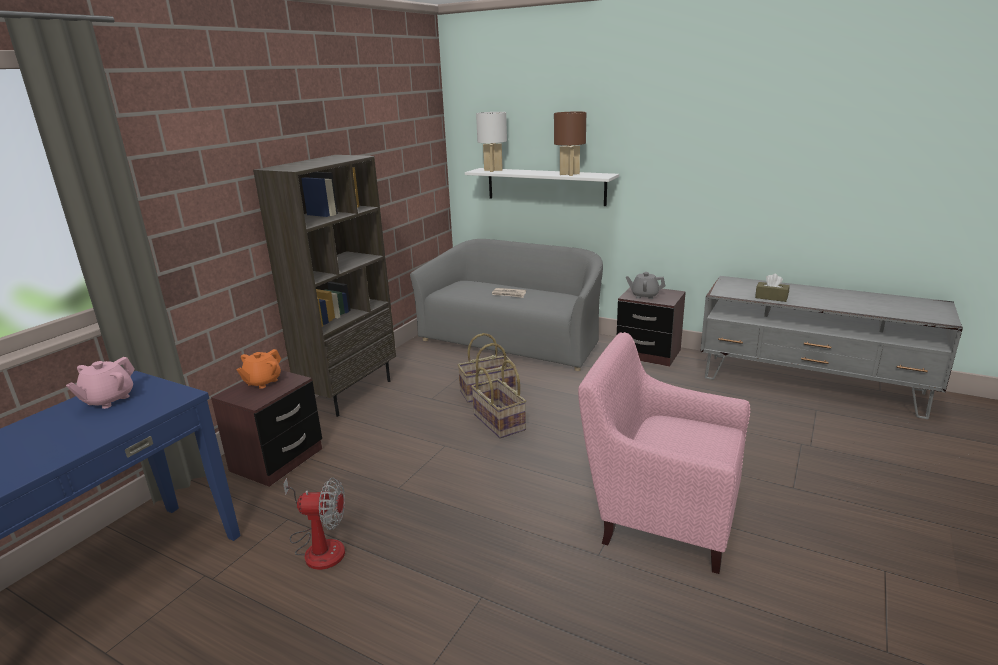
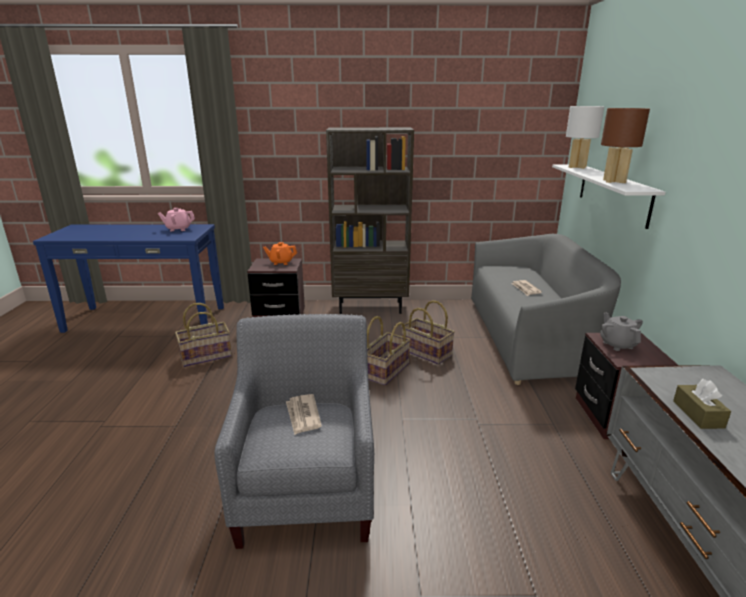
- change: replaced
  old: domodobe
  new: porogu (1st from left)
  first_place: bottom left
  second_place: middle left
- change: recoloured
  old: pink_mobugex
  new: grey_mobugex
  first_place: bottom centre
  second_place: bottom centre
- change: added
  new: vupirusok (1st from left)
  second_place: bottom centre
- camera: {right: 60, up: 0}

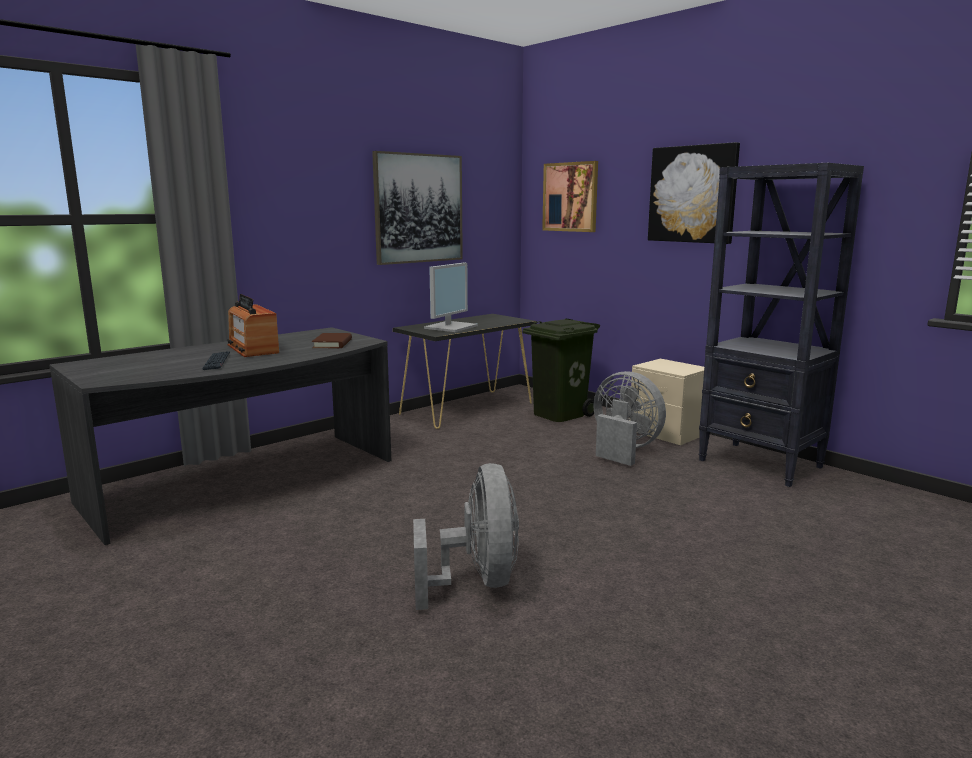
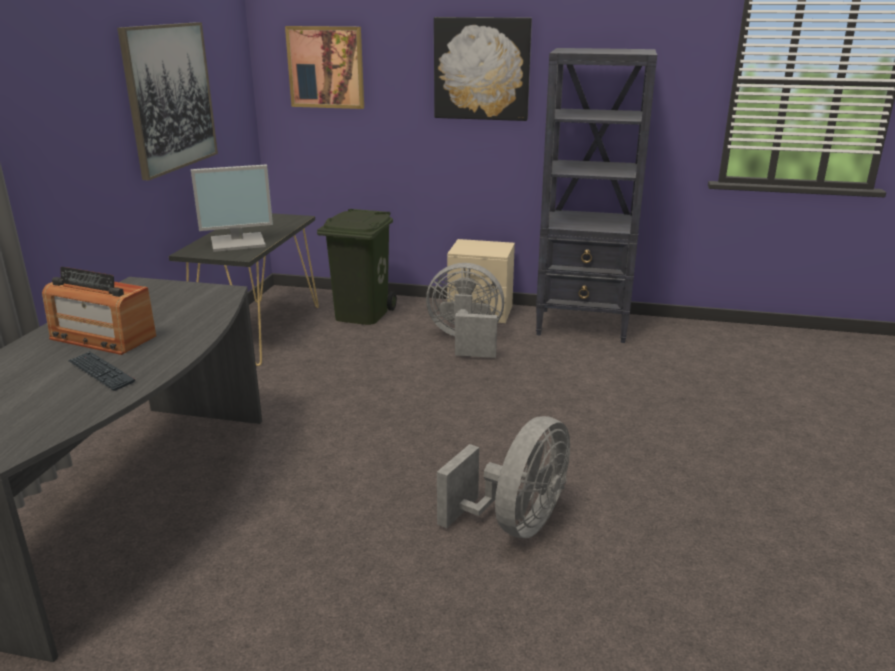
- change: removed
  old: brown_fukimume
  first_place: centre
- change: turned
  old: grey_domodobe (1st from left in the first image)
  first_place: bottom centre
  second_place: bottom centre
  degrees: 75
- change: turned
  old: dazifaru
  first_place: centre
  second_place: top left
  degrees: 75
- camera: {right: -35, up: 10}

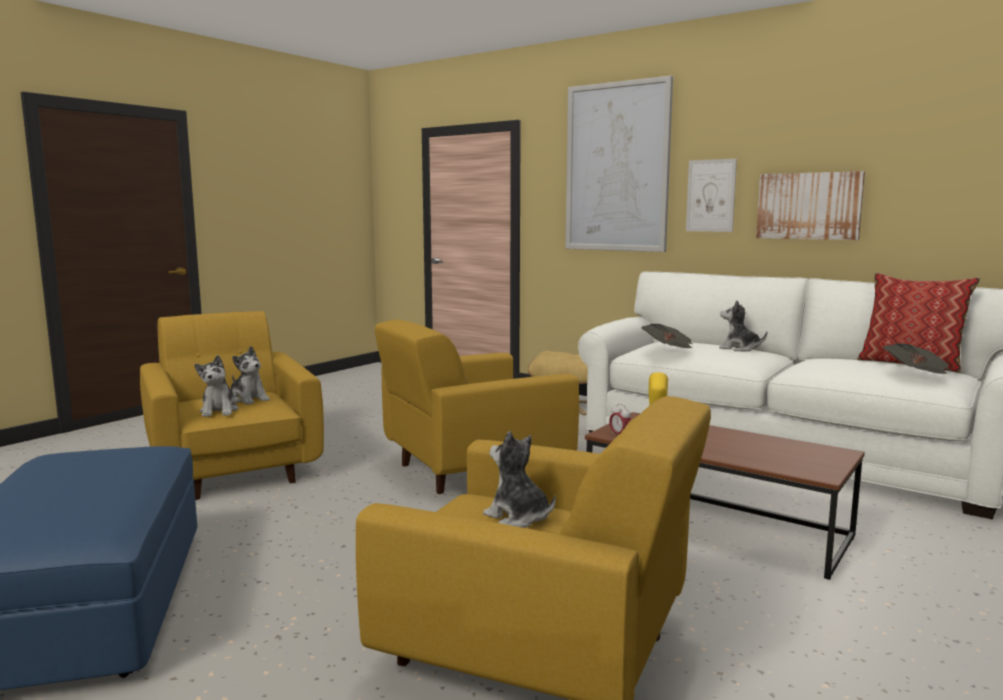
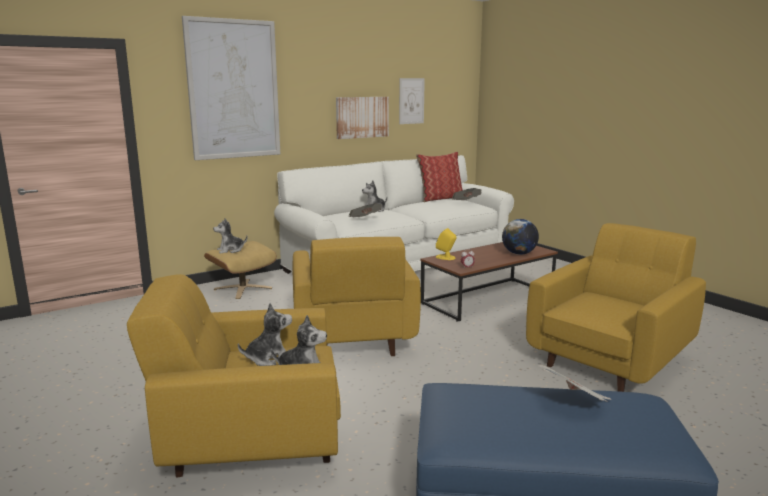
- change: moved
  old: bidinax (3rd from left in the first image)
  new: bidinax (1st from left)
  first_place: bottom centre
  second_place: middle left
- change: moved
  old: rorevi (2nd from left in the first image)
  new: rorevi (3rd from left)
  first_place: top right
  second_place: top centre
- change: added
  new: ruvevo
  second_place: middle right
- change: added
  new: vupirusok (3rd from left)
  second_place: bottom right
- camera: {right: -70, up: 5}

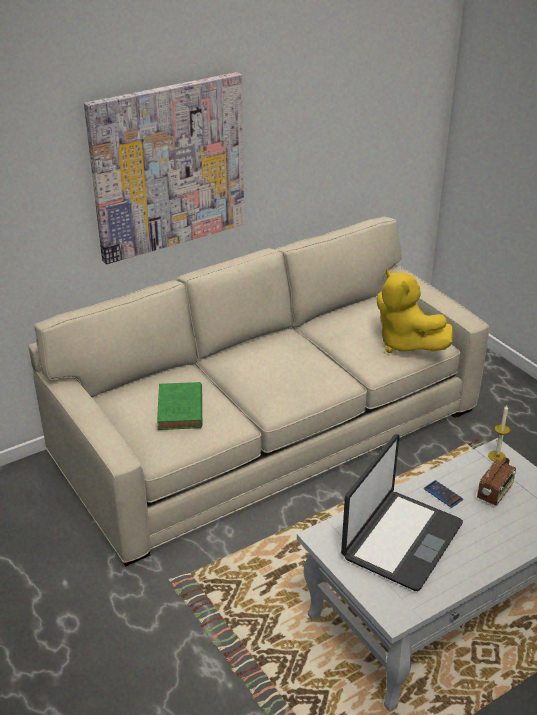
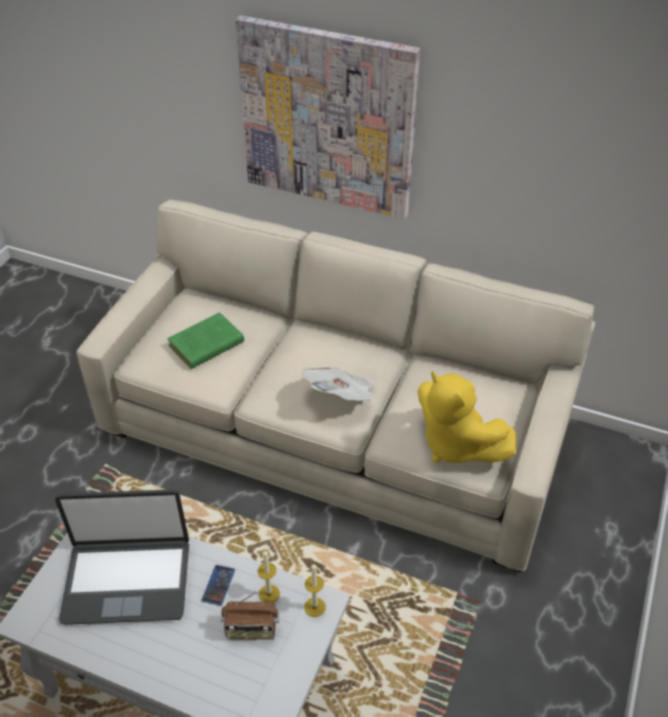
- change: turned
  old: yellow_bidinax
  first_place: middle right
  second_place: middle right
  degrees: -60
- change: added
  new: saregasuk (1st from left)
  second_place: bottom centre
- change: added
  new: vupirusok
  second_place: centre
- camera: {right: 55, up: 10}

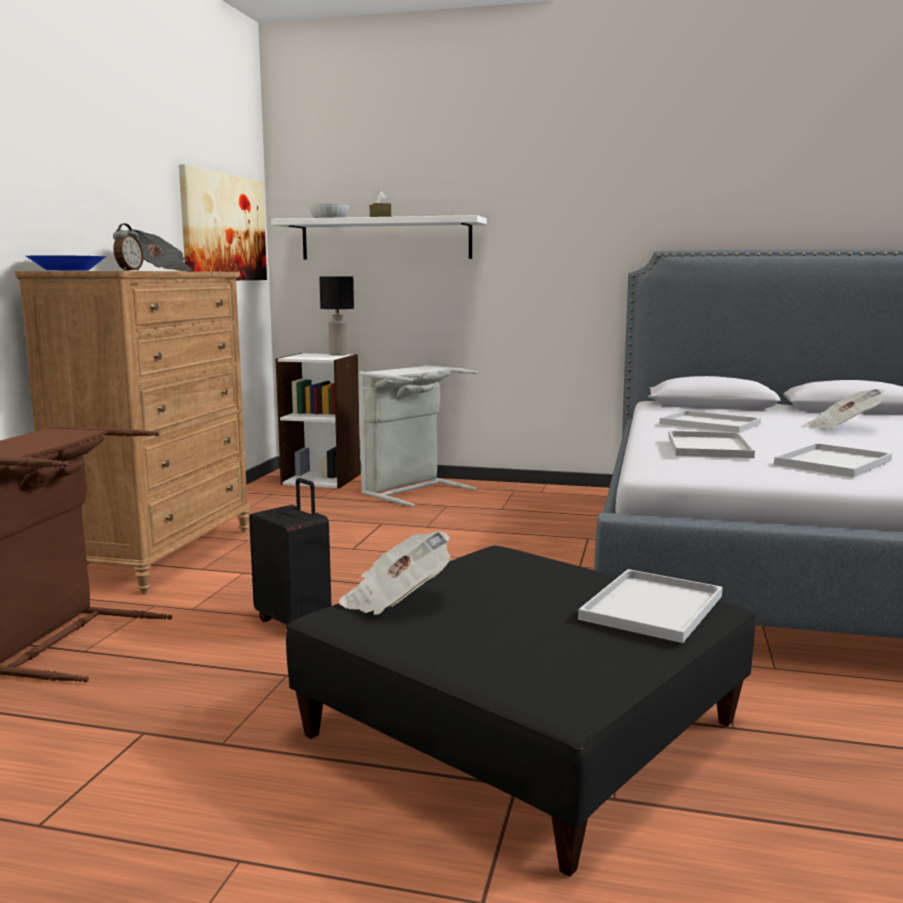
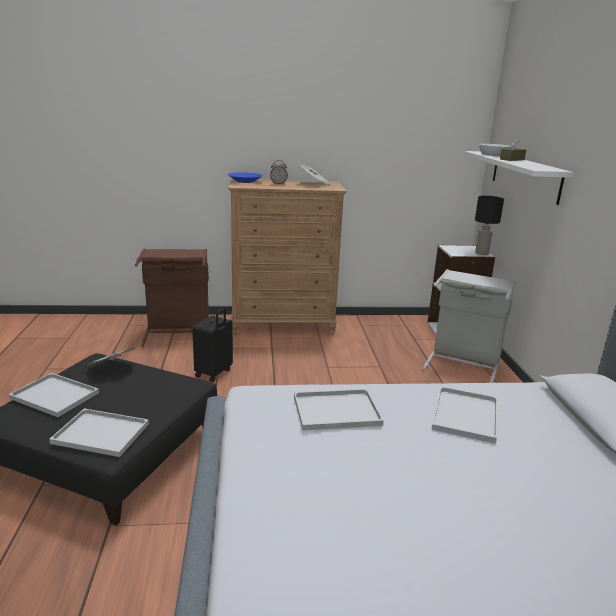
- change: removed
  old: rorevi
  first_place: top left
- change: moved
  old: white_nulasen (4th from left in the first image)
  new: white_nulasen (1st from left)
  first_place: middle right
  second_place: middle left
- change: removed
  old: vupirusok (3rd from left)
  first_place: middle right
- camera: {right: 70, up: 10}

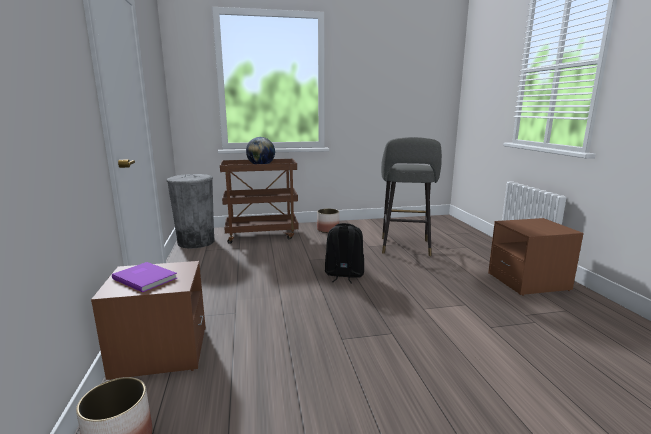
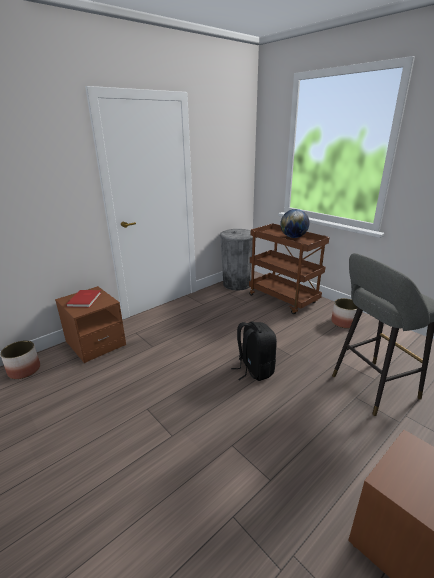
- change: recoloured
  old: purple_fukimume
  new: red_fukimume
  first_place: middle left
  second_place: middle left
- camera: {right: 60, up: 10}

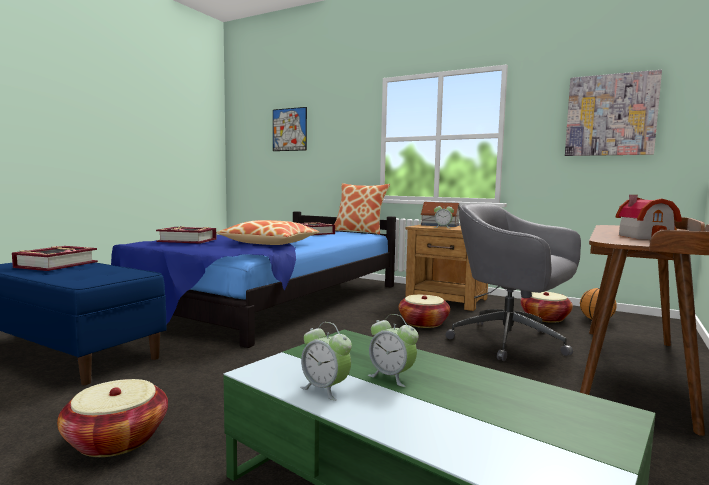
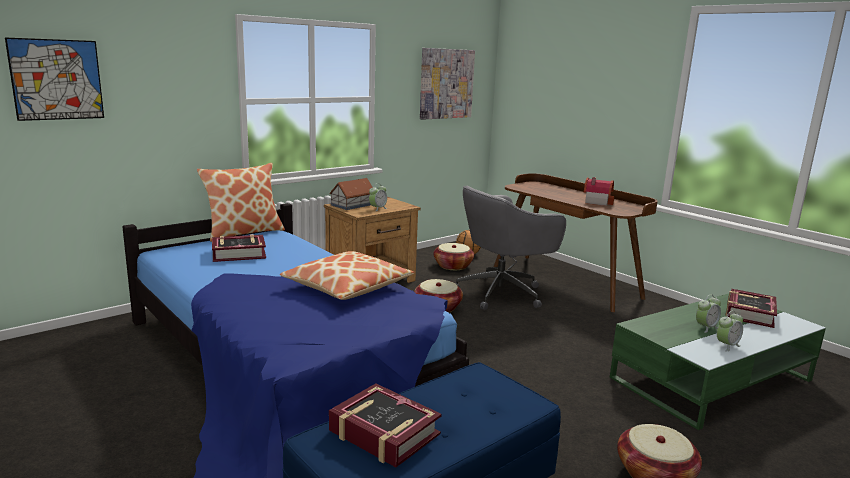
- change: moved
  old: fukimume (2nd from left in the first image)
  new: fukimume (3rd from left)
  first_place: middle left
  second_place: middle right
- camera: {right: -70, up: 10}

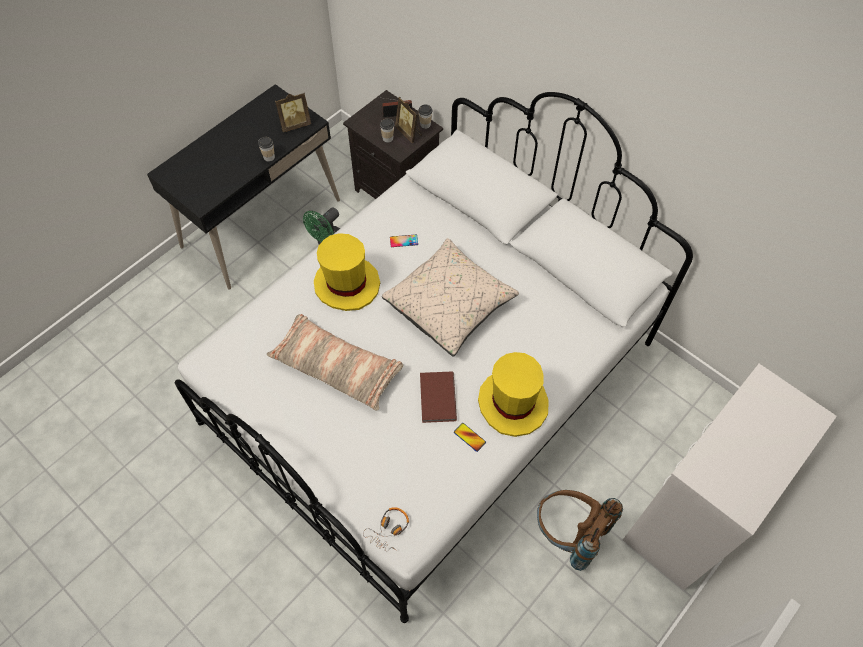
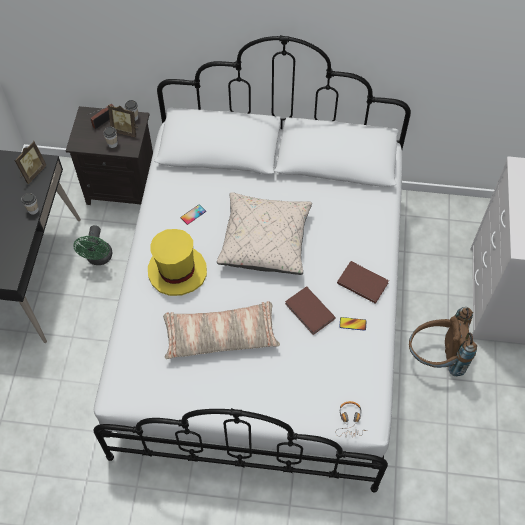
- change: replaced
  old: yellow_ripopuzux (2nd from left)
  new: brown_fukimume (2nd from left)
  first_place: centre
  second_place: middle right
- camera: {right: -35, up: 0}

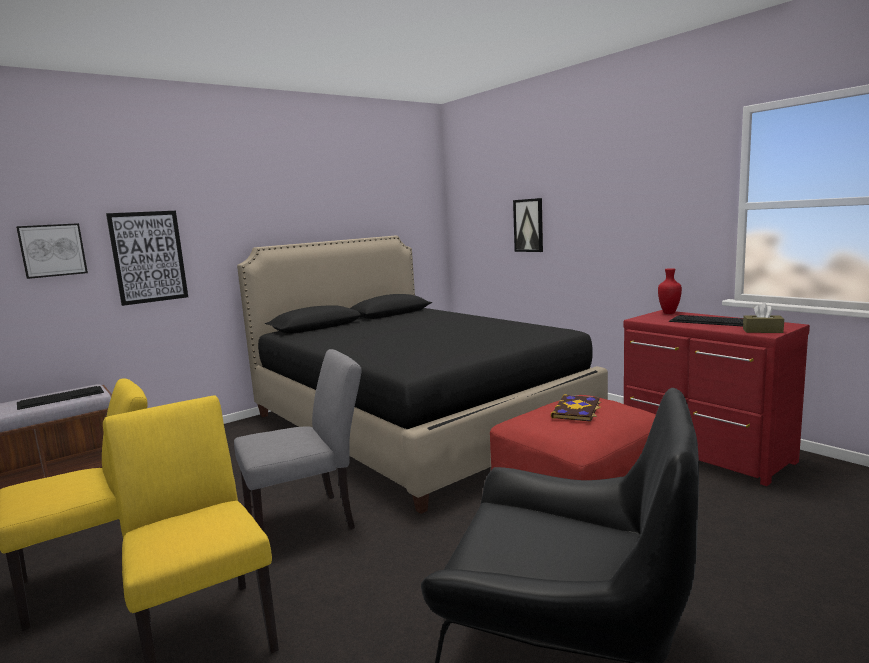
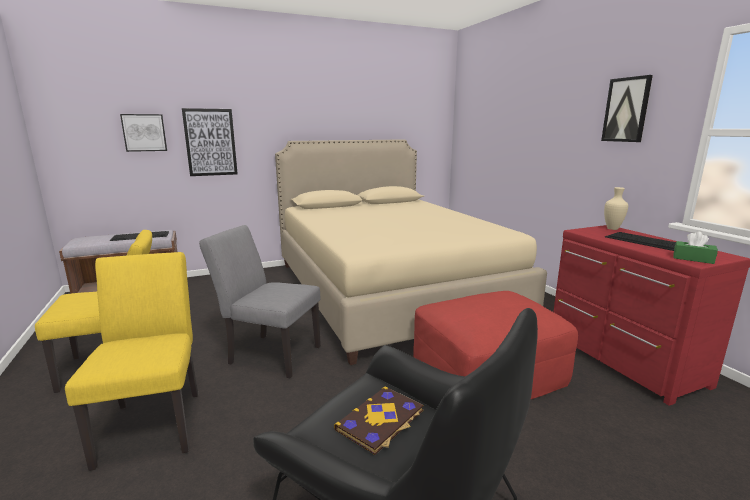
- change: turned
  old: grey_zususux
  first_place: centre
  second_place: centre
  degrees: -150
- change: recoloured
  old: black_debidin
  new: beige_debidin
  first_place: centre
  second_place: centre
- change: moved
  old: rorevi (3rd from left)
  first_place: centre
  second_place: top right
- change: moved
  old: fukimume
  first_place: centre
  second_place: bottom centre
- change: recoloured
  old: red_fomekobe
  new: beige_fomekobe
  first_place: middle right
  second_place: middle right
- change: recoloured
  old: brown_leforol
  new: green_leforol
  first_place: middle right
  second_place: middle right
- camera: {right: 15, up: 5}

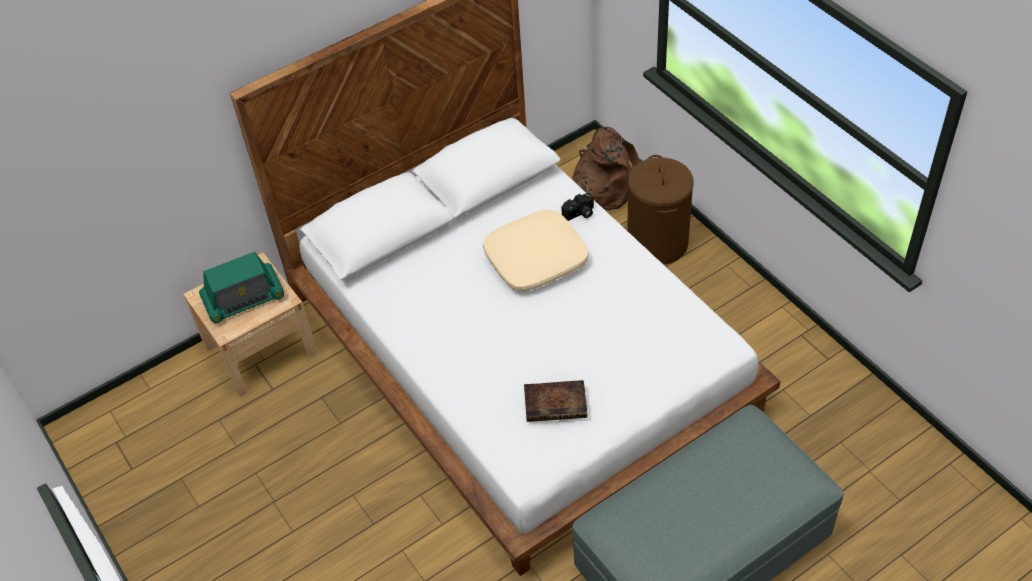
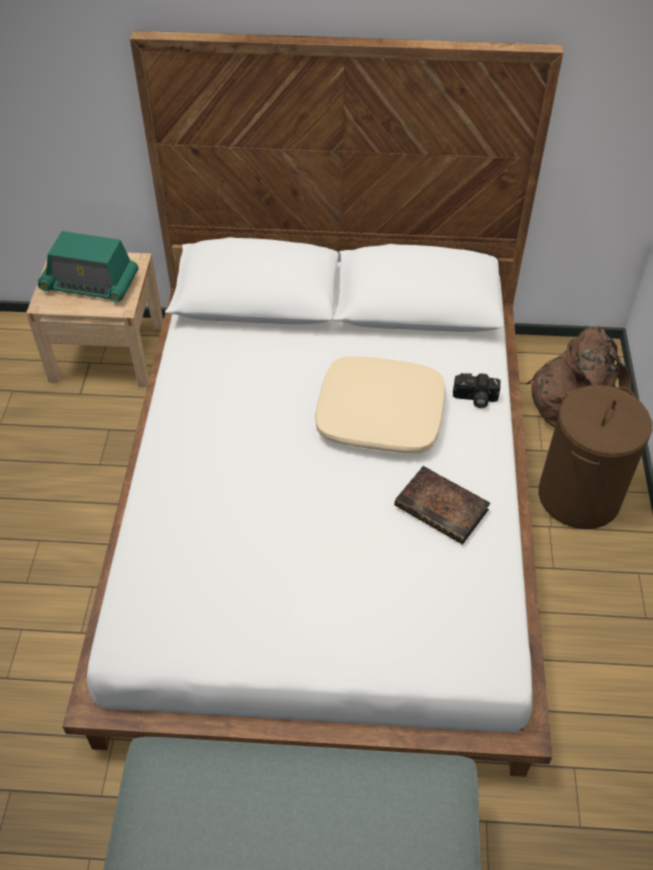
- change: moved
  old: fukimume
  first_place: bottom centre
  second_place: middle right
- camera: {right: 35, up: 0}

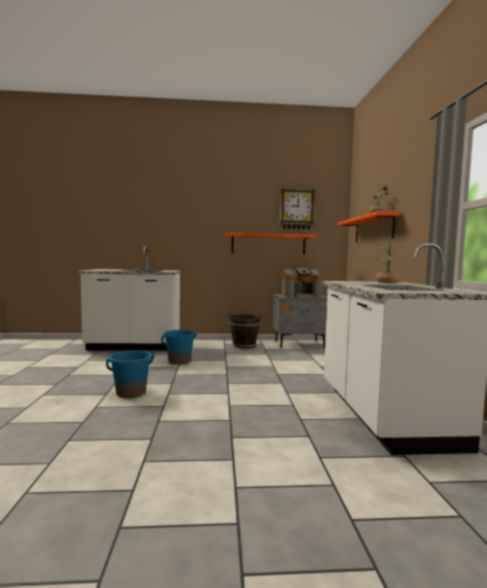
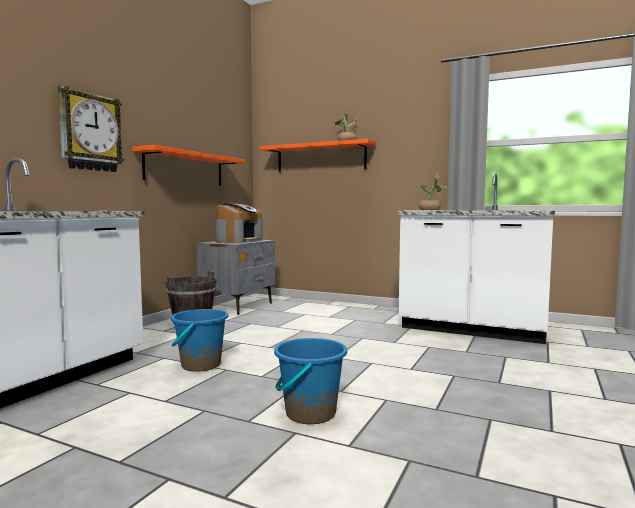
- change: moved
  old: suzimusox
  first_place: centre
  second_place: top left
- camera: {right: -60, up: 0}

